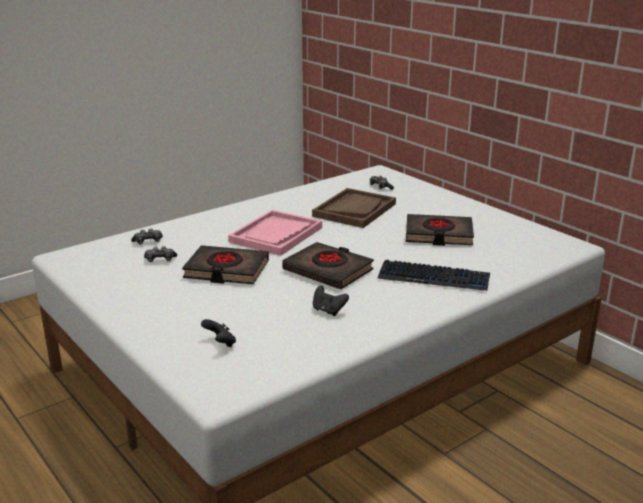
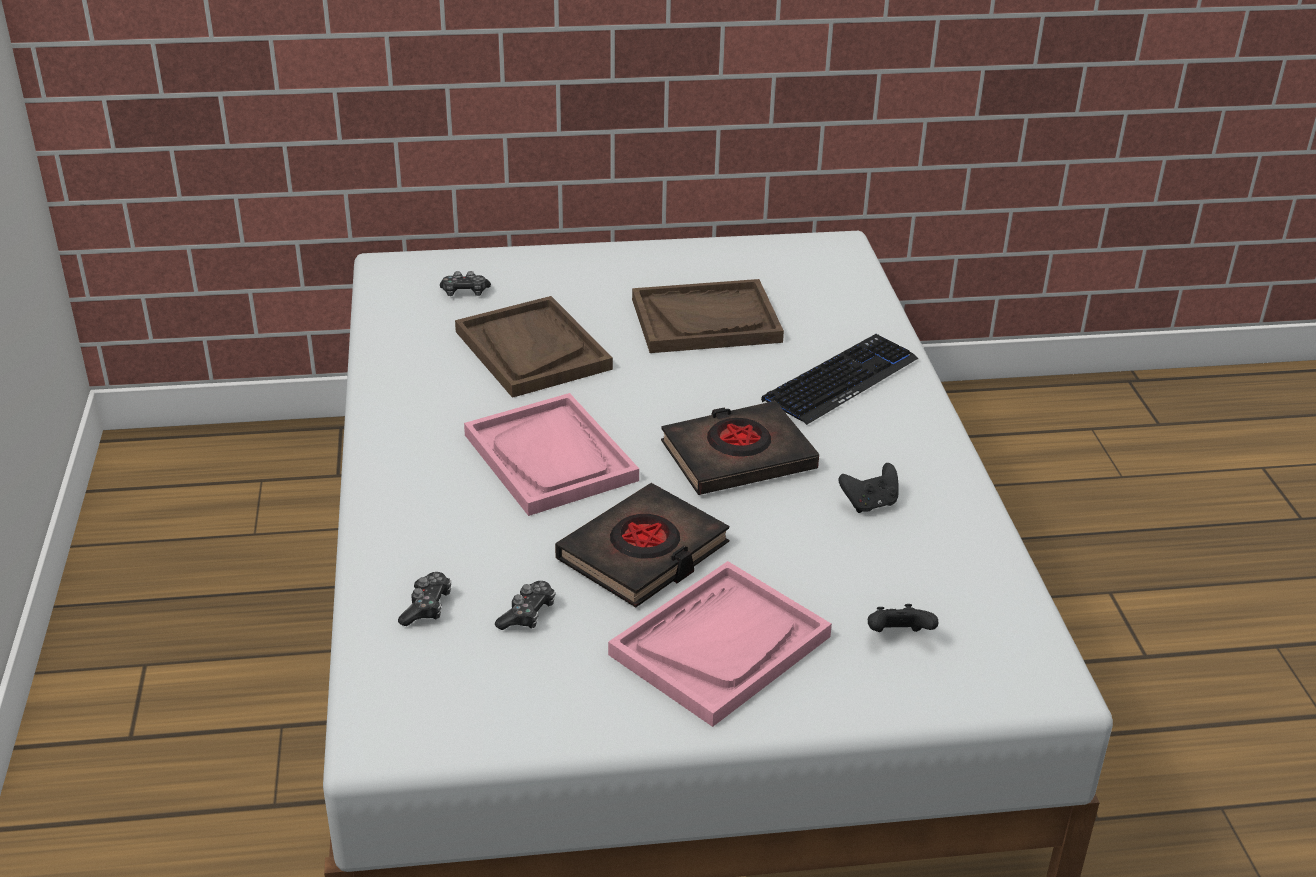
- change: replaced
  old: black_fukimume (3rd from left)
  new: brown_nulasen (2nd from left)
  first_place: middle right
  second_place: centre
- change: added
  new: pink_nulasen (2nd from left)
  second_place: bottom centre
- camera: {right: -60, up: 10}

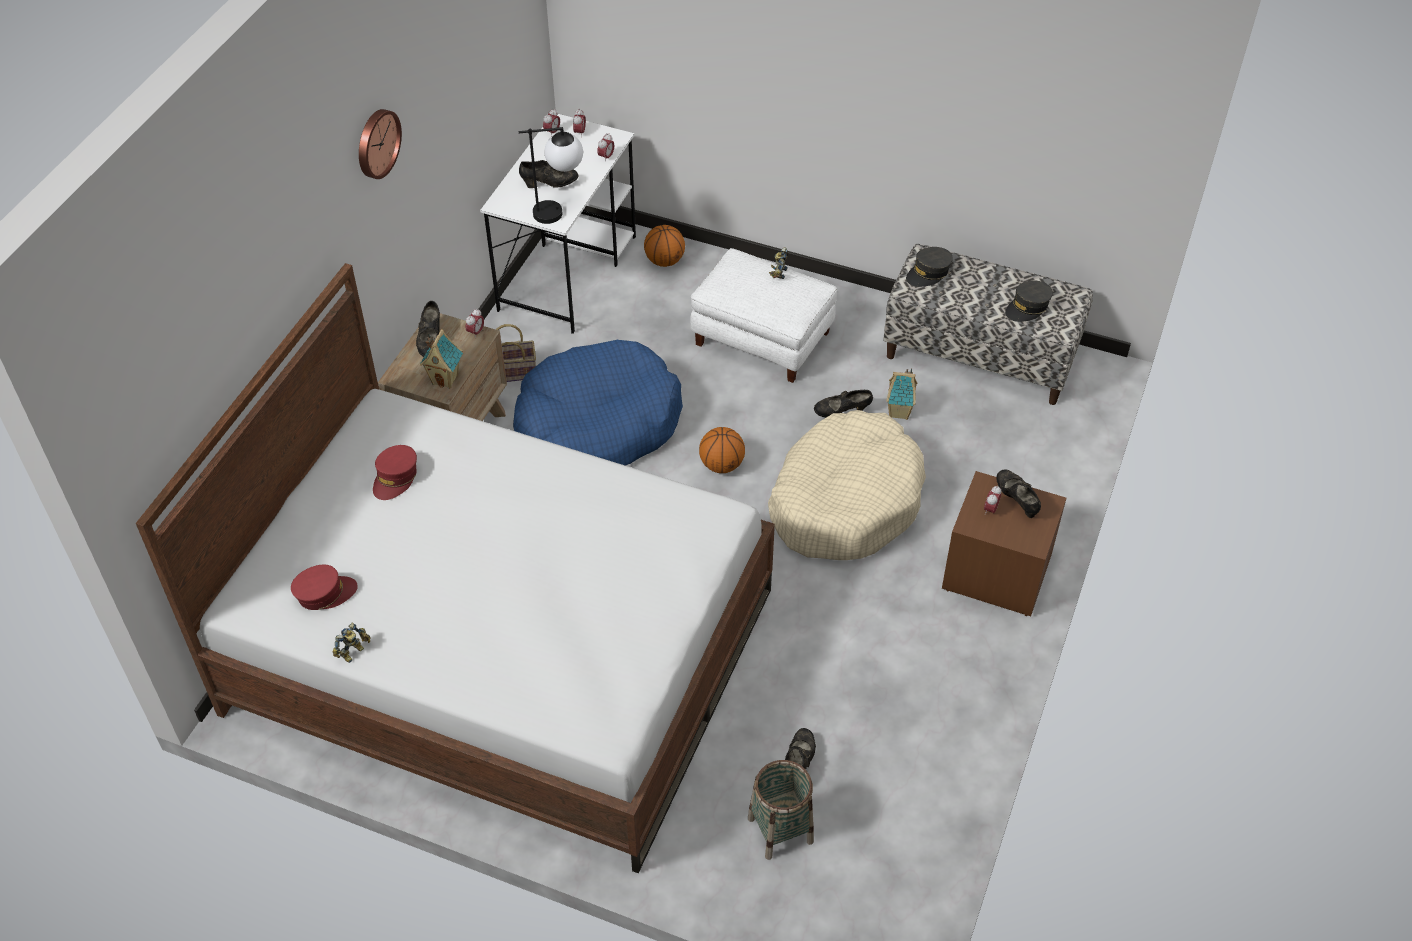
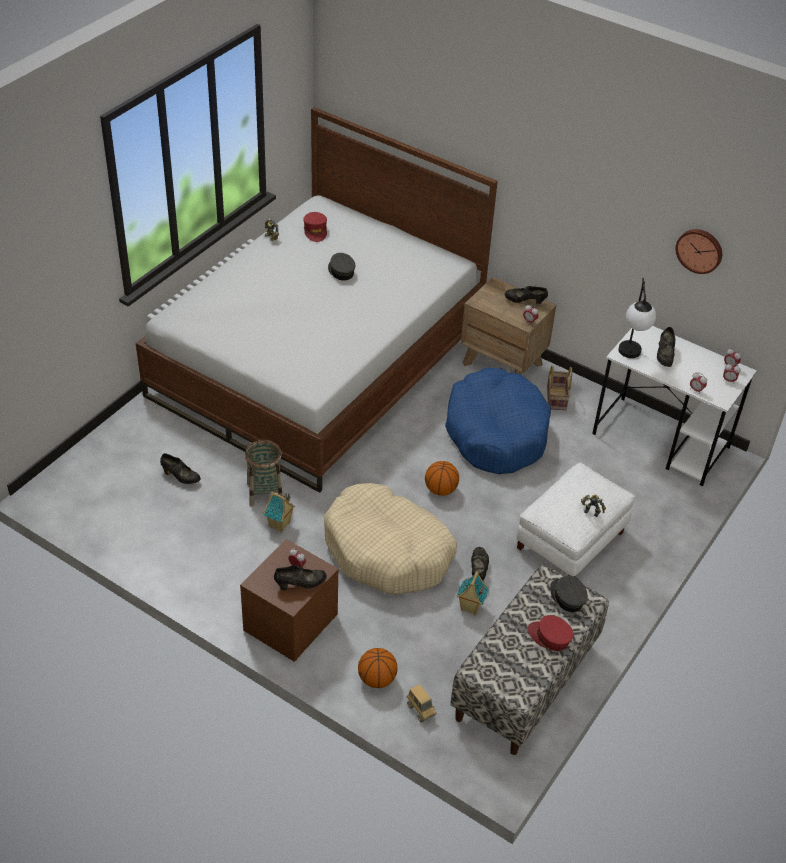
- change: moved
  old: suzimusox
  first_place: top left
  second_place: top right
- change: moved
  old: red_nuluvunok (2nd from left)
  first_place: middle left
  second_place: bottom right
- change: moved
  old: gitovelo (1st from left)
  first_place: middle left
  second_place: centre
- change: moved
  old: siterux (1st from left)
  first_place: top centre
  second_place: bottom centre
- change: moved
  old: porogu (2nd from left in the first image)
  new: porogu (1st from left)
  first_place: bottom centre
  second_place: centre
- change: moved
  old: grey_nuluvunok (2nd from left in the first image)
  new: grey_nuluvunok (1st from left)
  first_place: top right
  second_place: top centre
- change: added
  new: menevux
  second_place: bottom centre
- camera: {right: 100, up: -5}

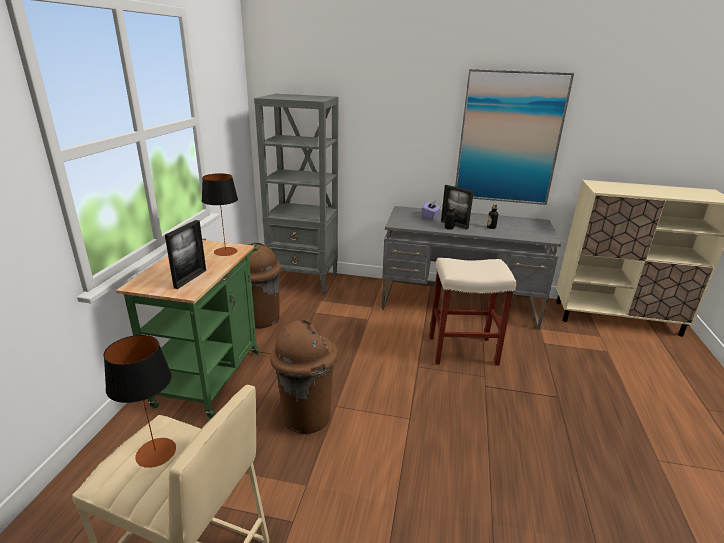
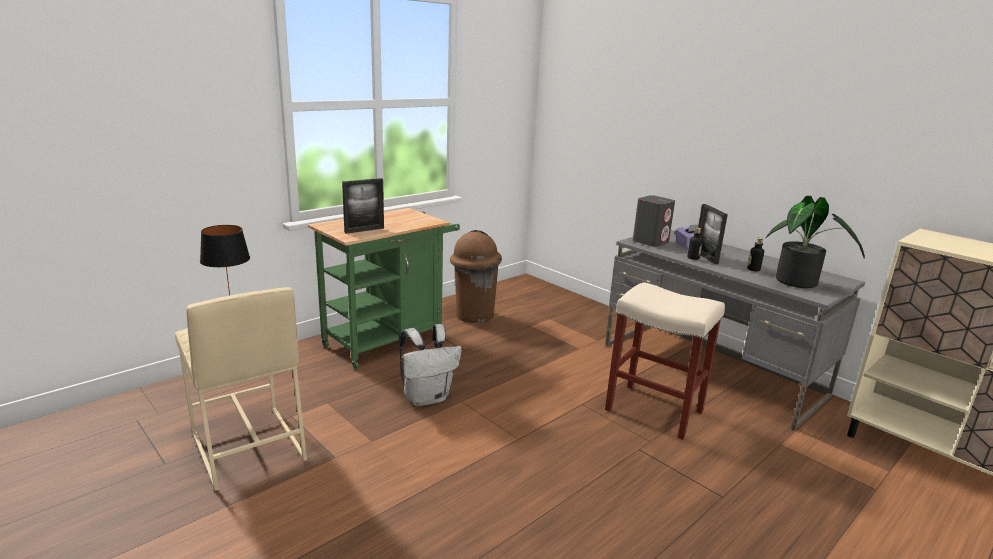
- change: removed
  old: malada (2nd from left)
  first_place: middle left
- change: removed
  old: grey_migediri
  first_place: centre
- change: replaced
  old: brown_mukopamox (2nd from left)
  new: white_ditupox
  first_place: bottom centre
  second_place: centre
- change: removed
  old: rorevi
  first_place: top right
- change: added
  new: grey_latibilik
  second_place: centre
- change: added
  new: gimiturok
  second_place: middle right
- camera: {right: 35, up: -5}

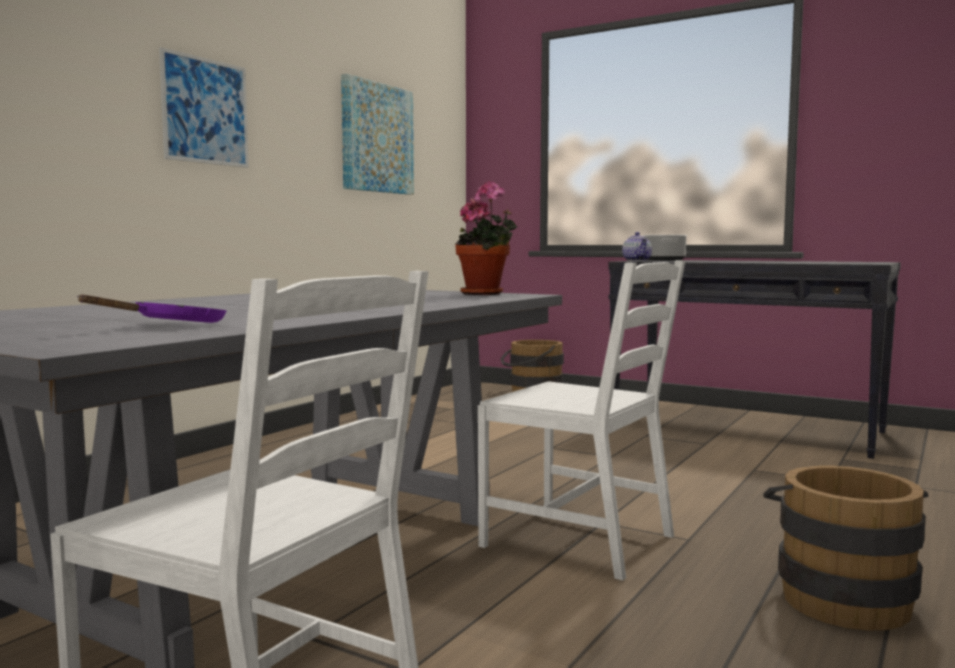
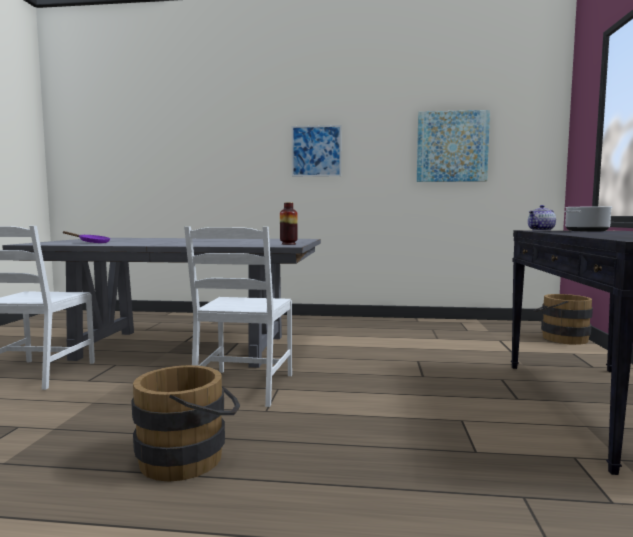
- change: replaced
  old: gimiturok
  new: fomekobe
  first_place: centre
  second_place: centre
- camera: {right: 65, up: 0}

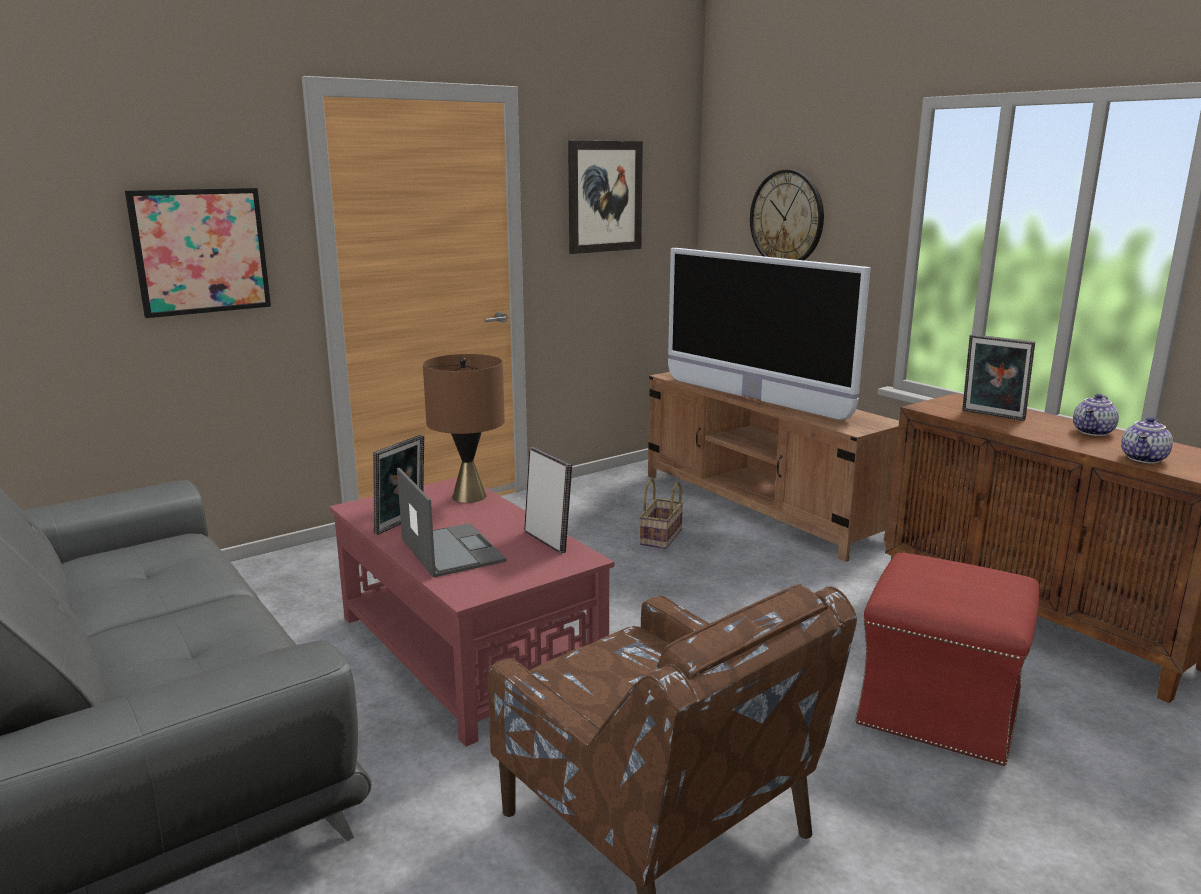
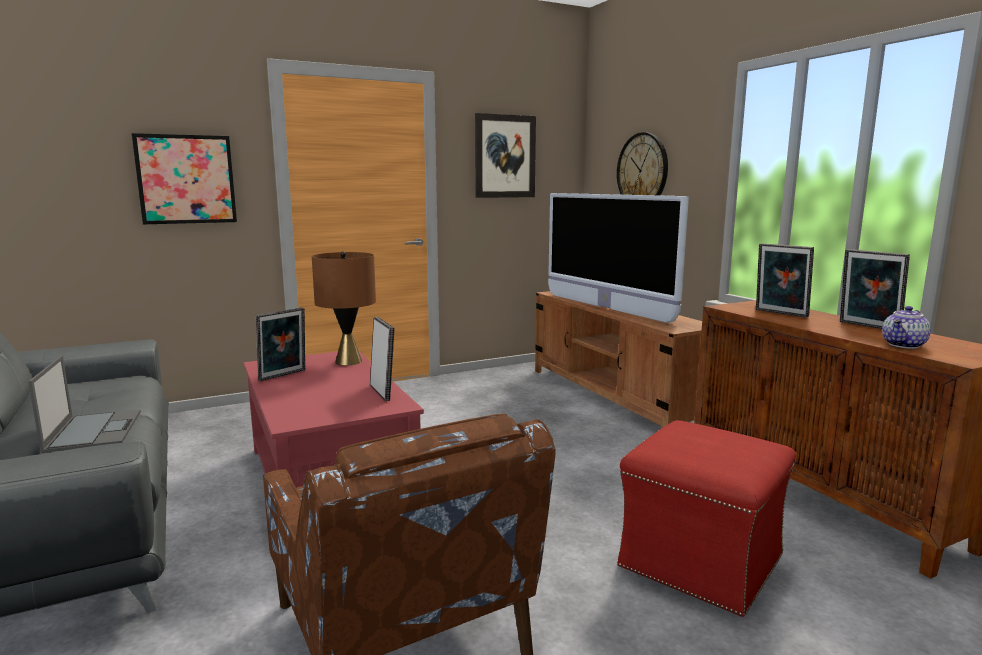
- change: moved
  old: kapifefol
  first_place: centre
  second_place: middle left
- change: removed
  old: porogu
  first_place: centre
- change: replaced
  old: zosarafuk (1st from left)
  new: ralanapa (4th from left)
  first_place: middle right
  second_place: middle right
- camera: {right: 10, up: -5}

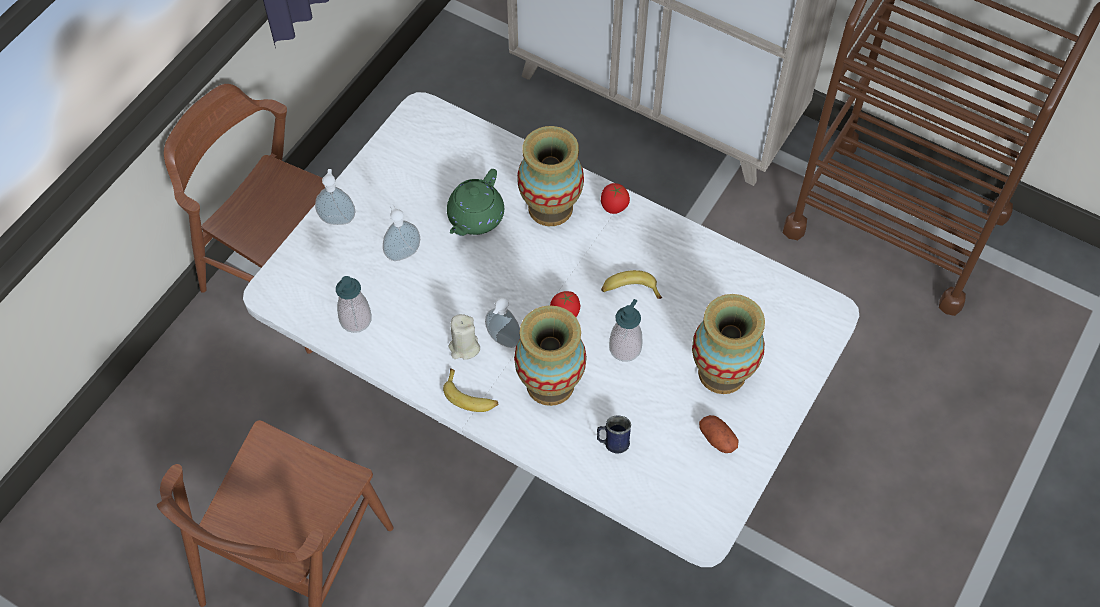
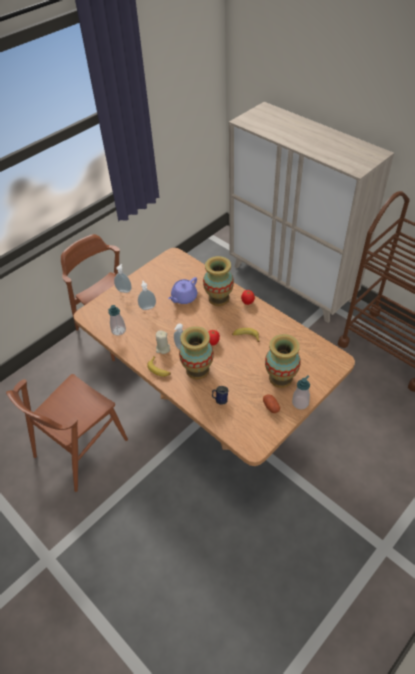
- change: recoloured
  old: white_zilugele
  new: brown_zilugele
  first_place: centre
  second_place: centre
- change: recoloured
  old: green_zosarafuk
  new: purple_zosarafuk
  first_place: top centre
  second_place: centre
- change: moved
  old: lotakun (5th from left)
  first_place: centre
  second_place: middle right
- camera: {right: 15, up: -10}

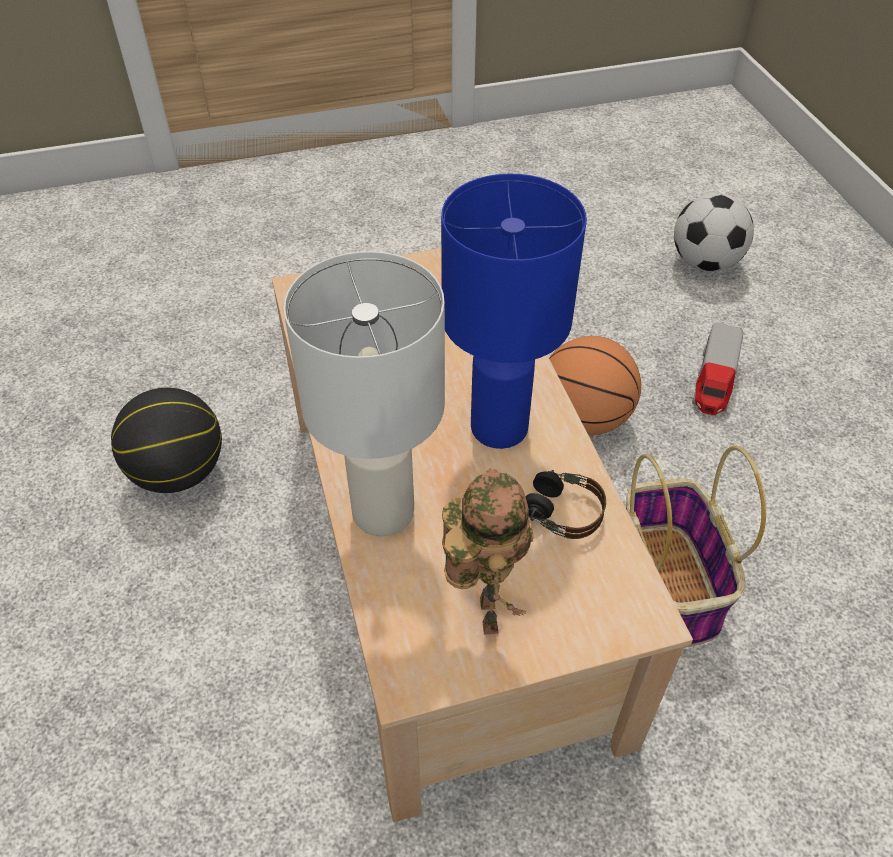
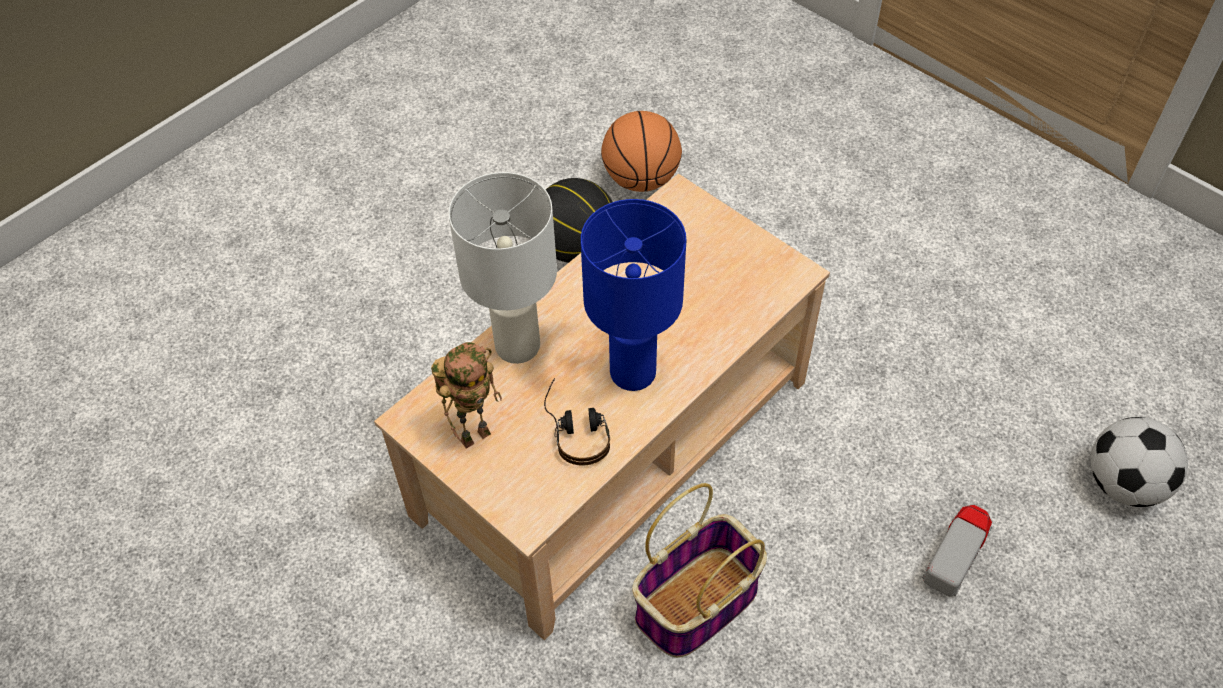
- change: moved
  old: siterux (2nd from left)
  first_place: centre
  second_place: top centre
- change: turned
  old: menevux
  first_place: middle right
  second_place: bottom right
  degrees: 135
- camera: {right: 60, up: 5}

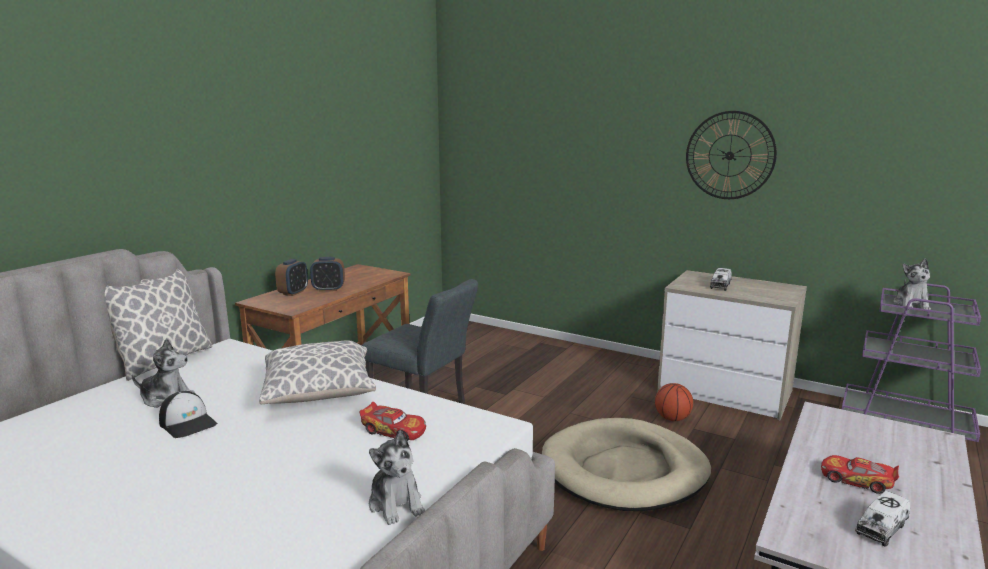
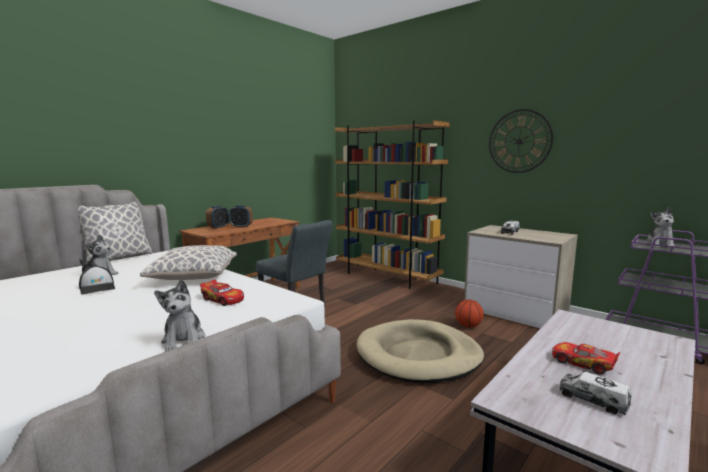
- change: turned
  old: menevux (2nd from left)
  first_place: bottom right
  second_place: bottom right
  degrees: 75
- change: added
  new: brown_migediri
  second_place: centre
- camera: {right: 10, up: -5}

